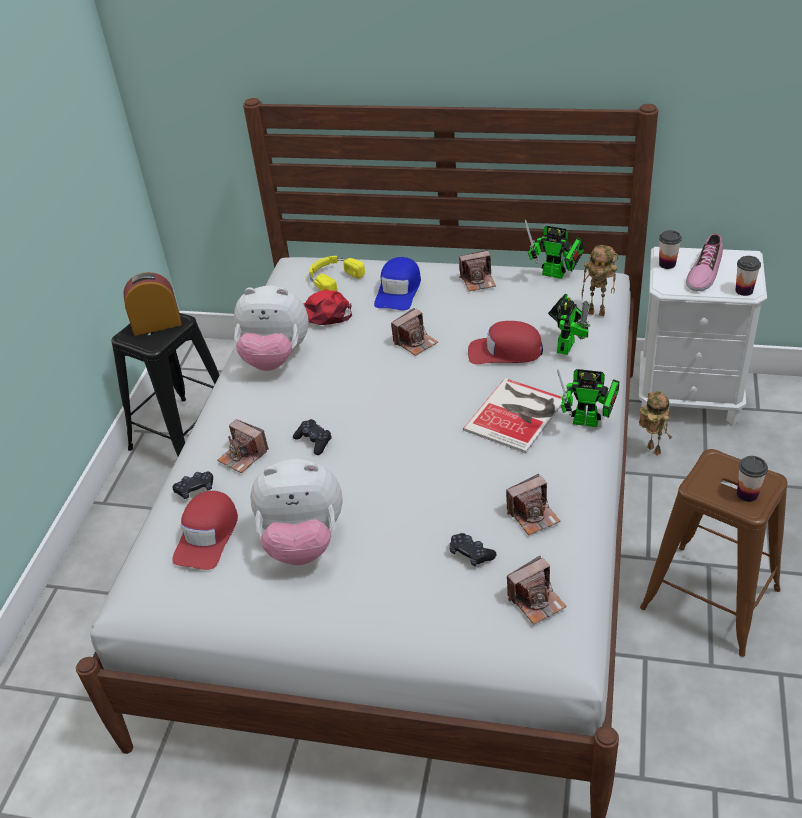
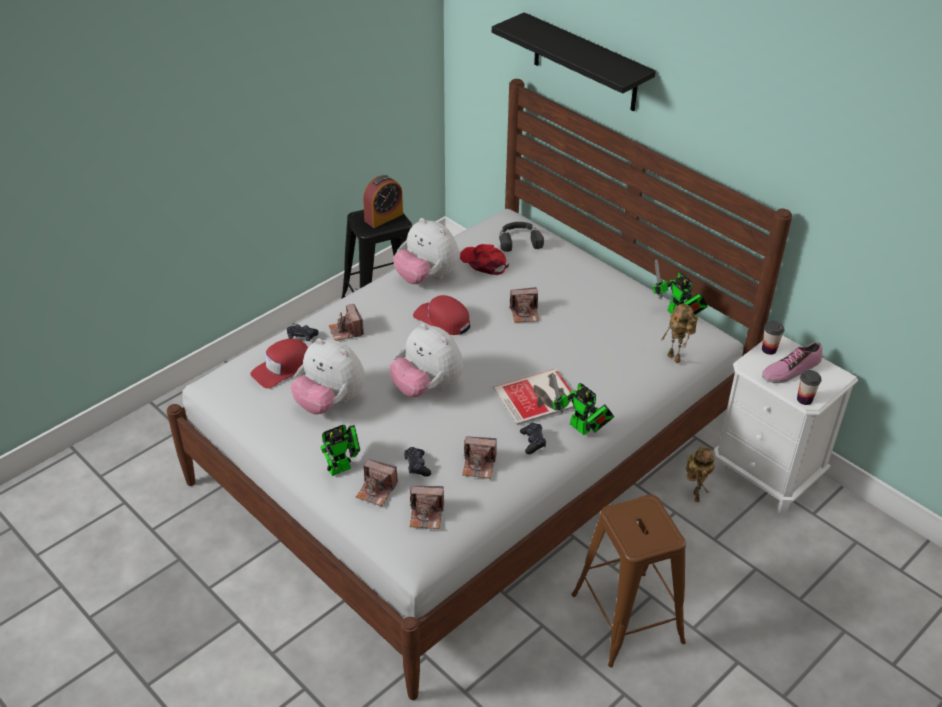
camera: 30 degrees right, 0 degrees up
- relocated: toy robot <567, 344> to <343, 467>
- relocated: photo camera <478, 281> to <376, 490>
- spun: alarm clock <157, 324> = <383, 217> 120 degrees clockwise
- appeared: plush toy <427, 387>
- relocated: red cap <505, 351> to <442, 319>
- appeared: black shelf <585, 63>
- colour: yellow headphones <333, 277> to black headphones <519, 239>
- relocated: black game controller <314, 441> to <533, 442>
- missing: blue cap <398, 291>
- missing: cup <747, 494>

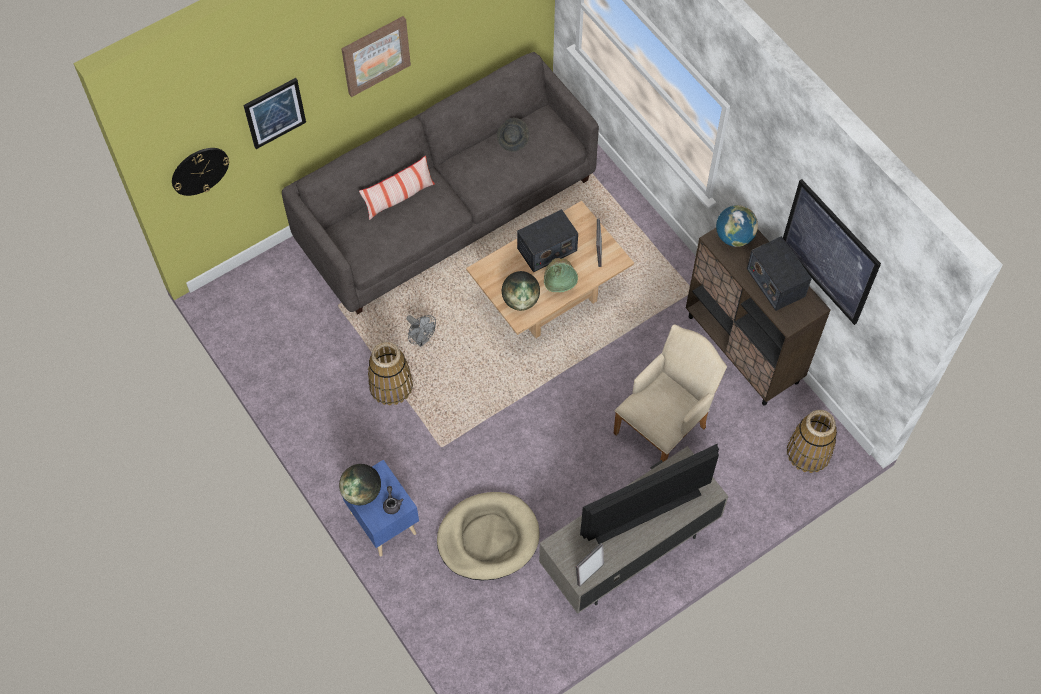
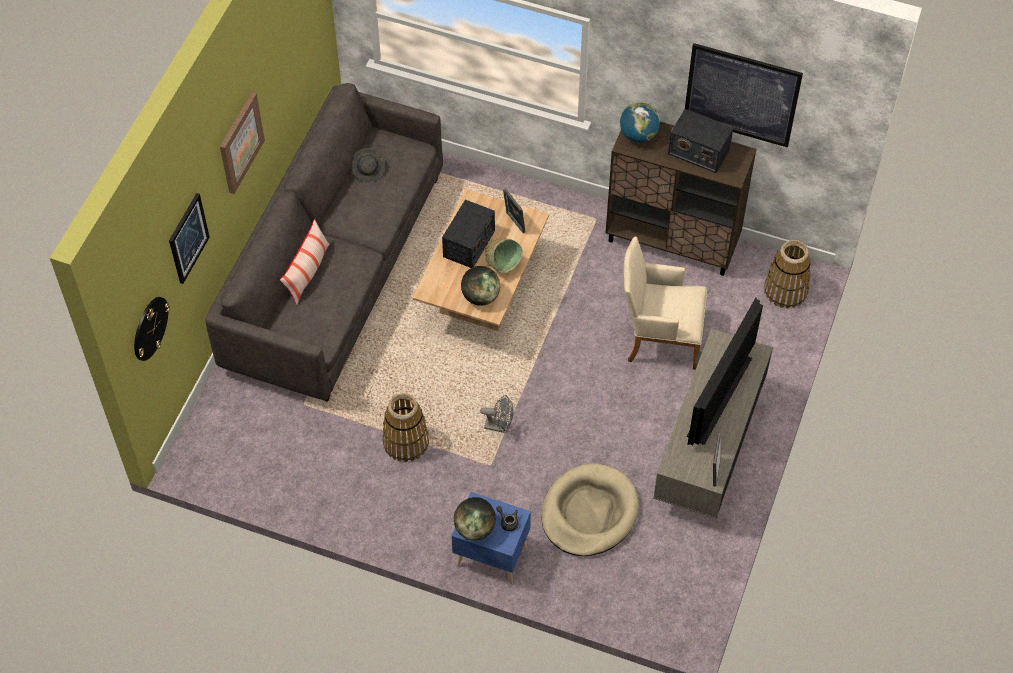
camera: 35 degrees left, 5 degrees down
- relocated: grey fan <421, 339> to <499, 426>
- spun: beige armchair <664, 426> = <659, 338> 90 degrees counterclockwise

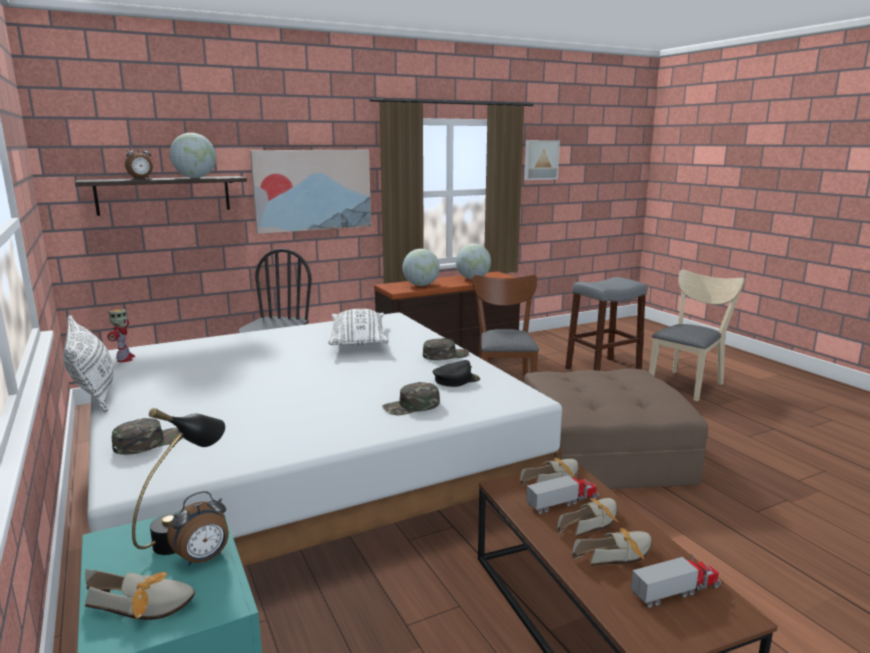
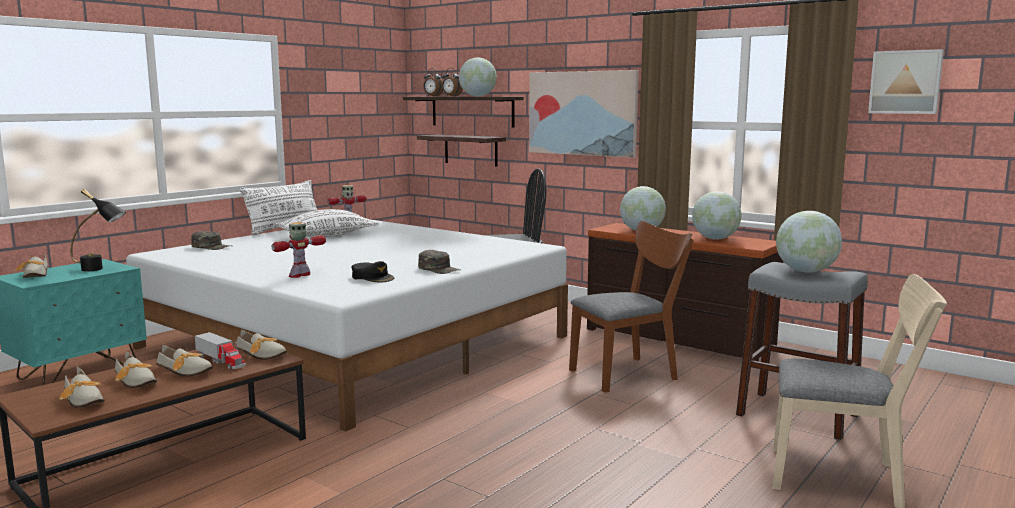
camera: 65 degrees right, 5 degrees down
- exchanged: toy truck <676, 591> to shoe <84, 400>
- exchanged: green cap <411, 406> to toy robot <300, 275>
- relocated: white pillow <358, 340> to <327, 236>
- appeared: shelf <470, 150>
- relocated: alarm clock <203, 559> to <433, 96>
- appeared: globe <806, 271>
- missing: brown ottoman <604, 452>

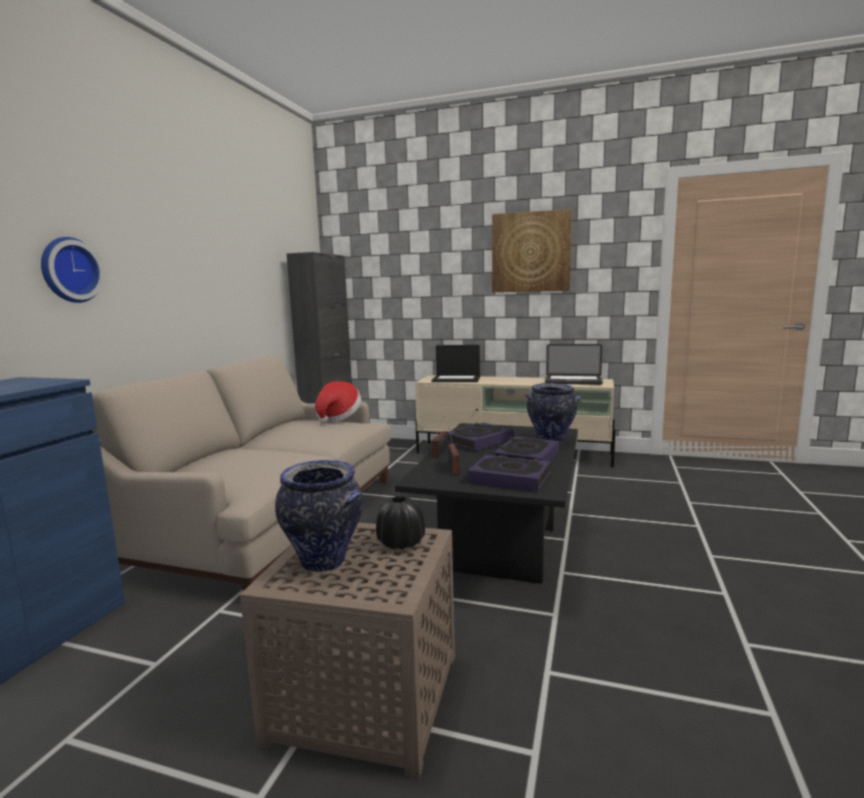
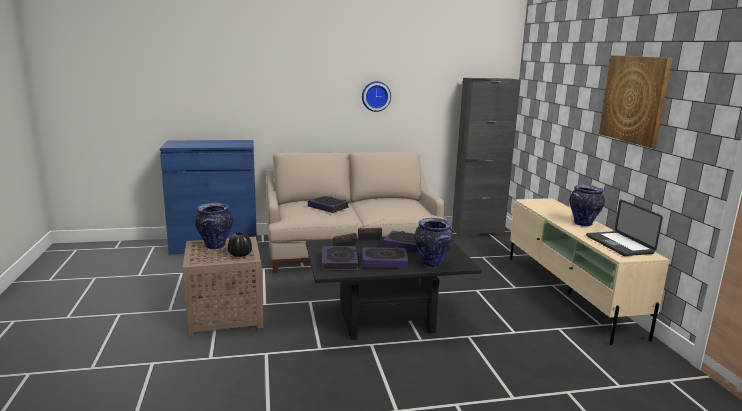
camera: 60 degrees right, 5 degrees up
- appeared: book <328, 207>
- relocated: wall clock <69, 270> to <375, 96>
- appeared: vase <583, 224>
- missing: hat <337, 418>
- missing: laptop <457, 379>

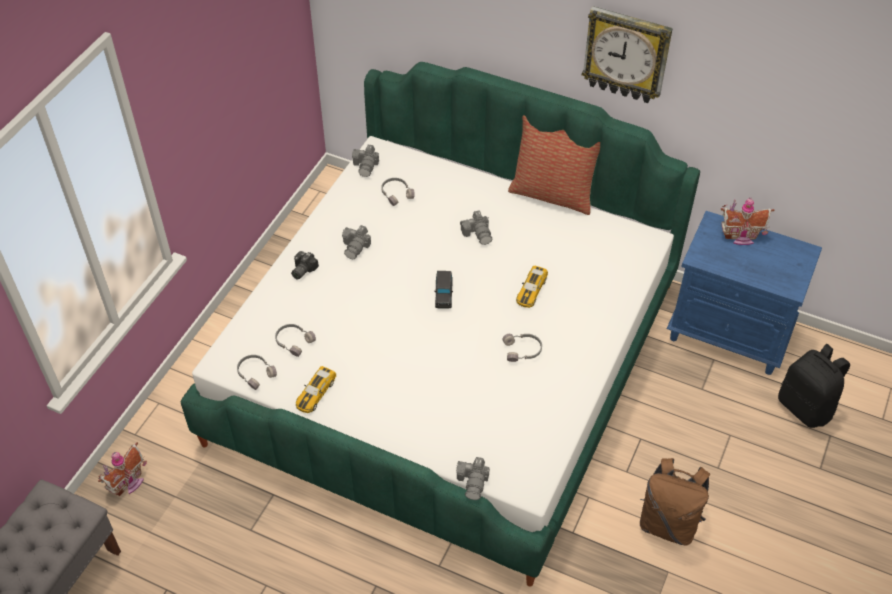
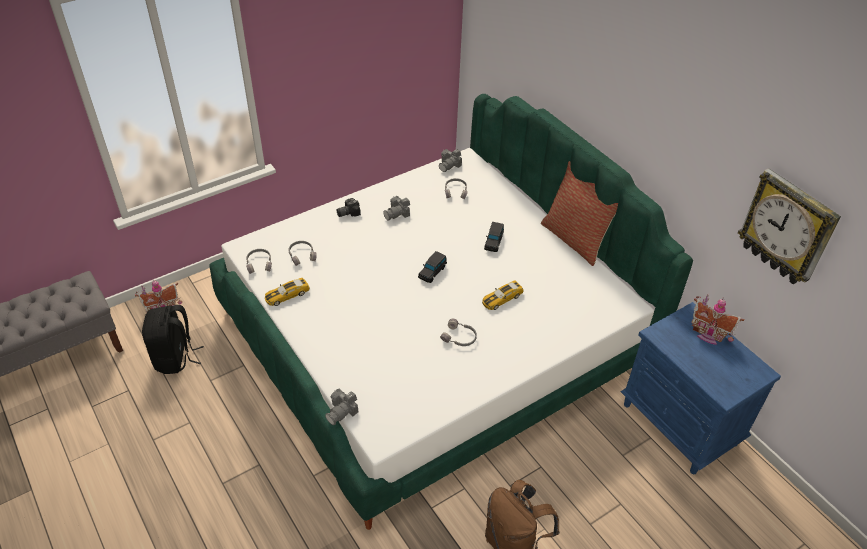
camera: 30 degrees right, 5 degrees down
- relocated: black backpack <806, 407> to <175, 358>
- exchanged: photo camera <478, 233> to black toy car <493, 242>
- relocated: wall clock <626, 55> to <787, 228>

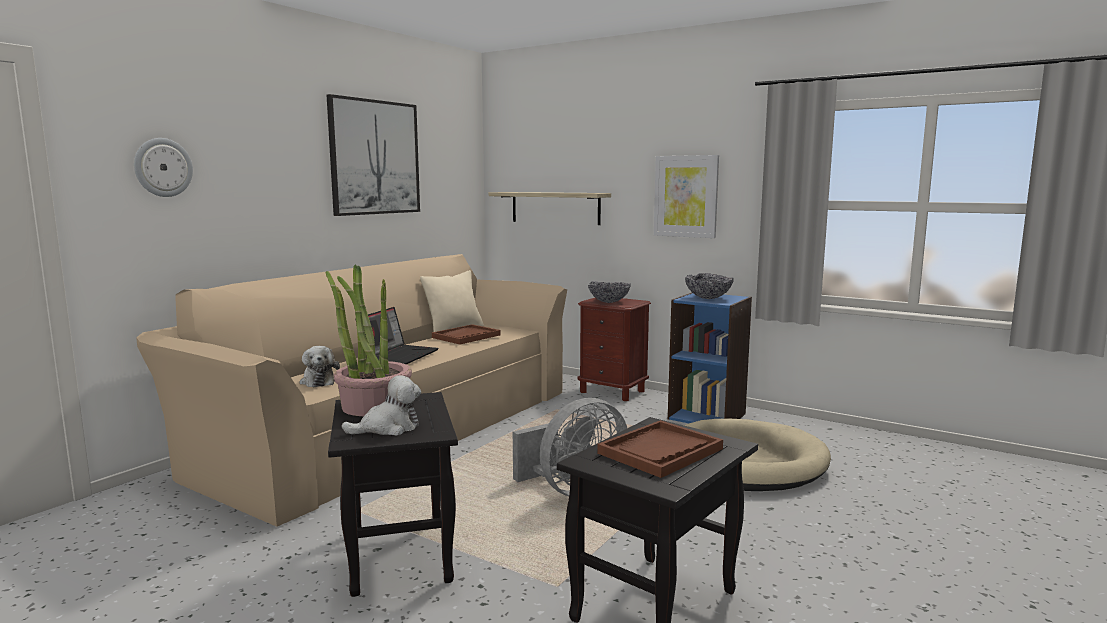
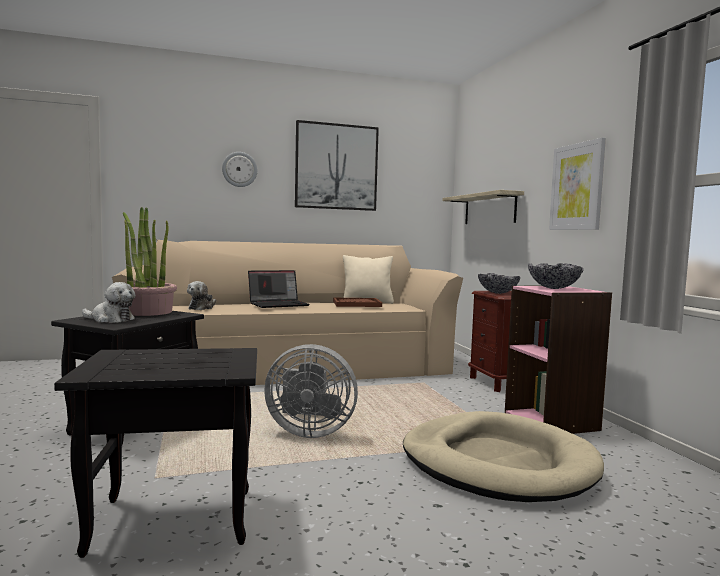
camera: 40 degrees right, 5 degrees down
- relocated: wall clock <163, 167> to <239, 169>
- colour: blue bookcase <707, 416> to pink bookcase <552, 421>
- missing: brown tray <660, 451>

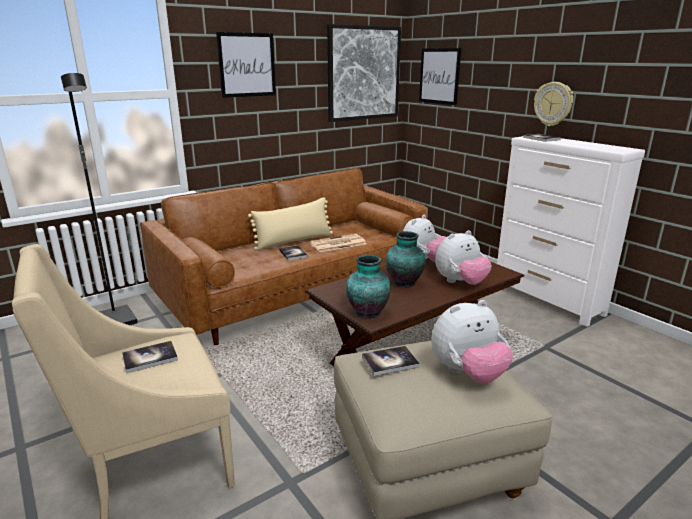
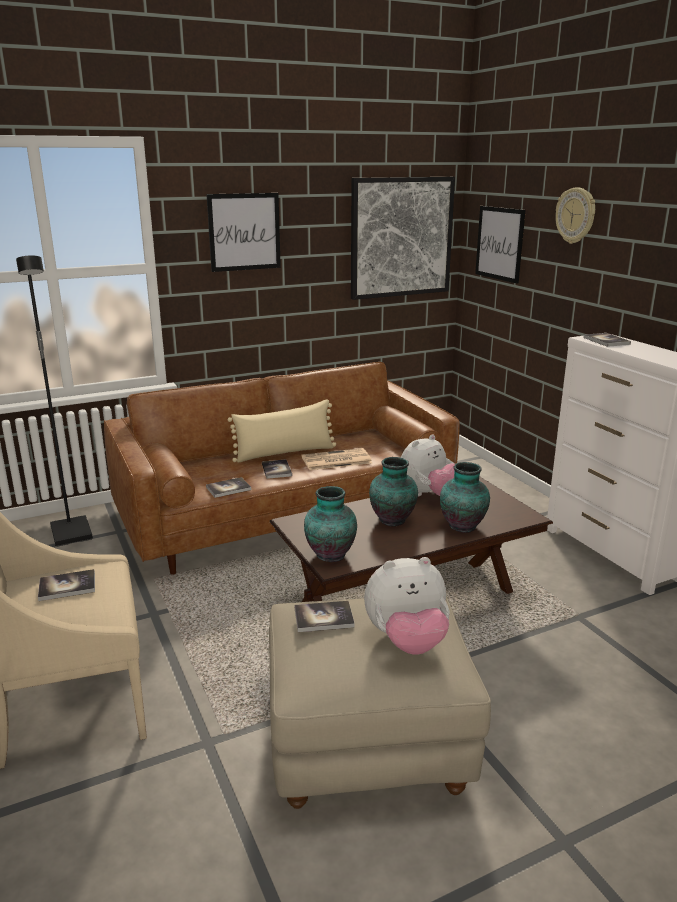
camera: 10 degrees right, 0 degrees up
- appeared: book <228, 488>
- exchanged: plush toy <460, 282> to vase <463, 525>
- relocated: wall clock <553, 104> to <576, 215>

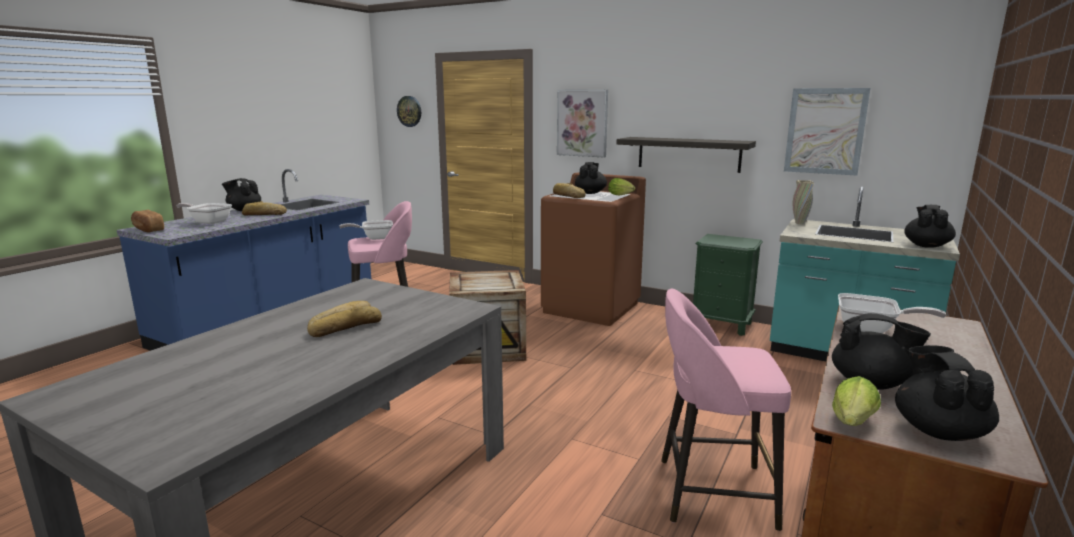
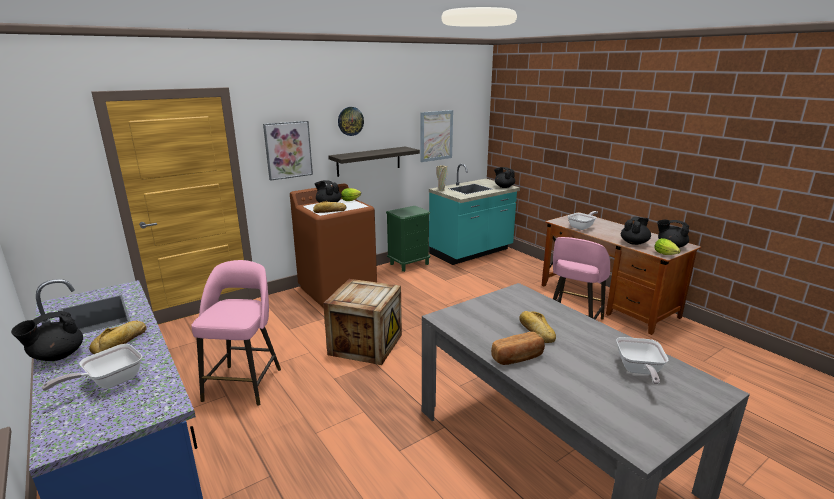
camera: 65 degrees left, 5 degrees up
- relocated: wall clock <409, 111> to <350, 121>
- relocated: bread <148, 229> to <518, 358>
- relocated: frying pan <374, 238> to <638, 371>

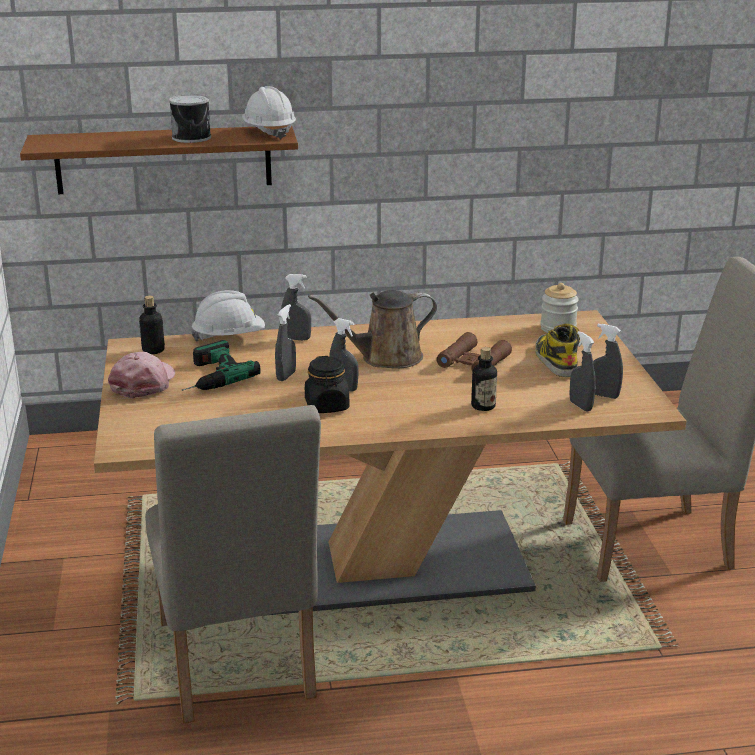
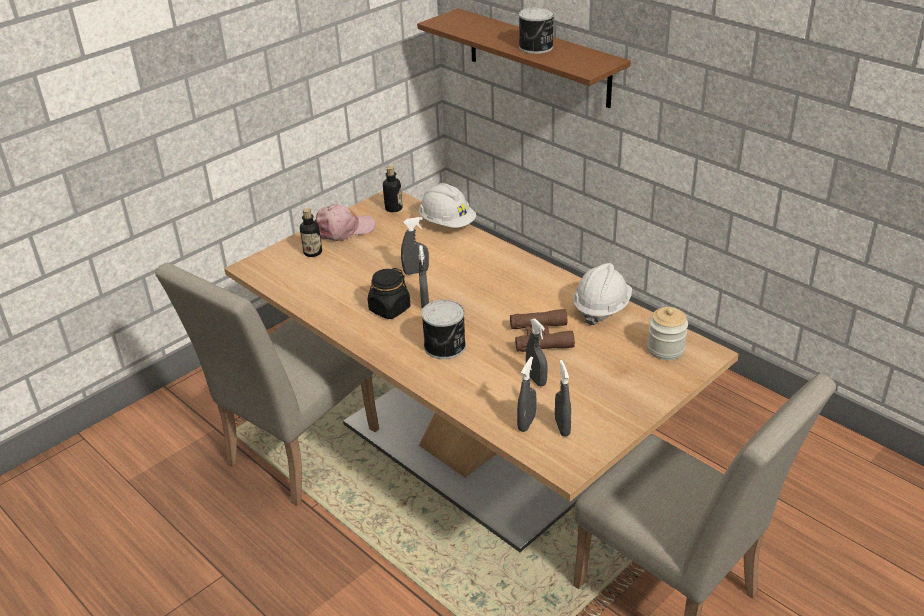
camera: 55 degrees right, 10 degrees up
- relocated: bottle <483, 406> to <313, 252>
- appeared: can <446, 346>
- relocated: grey spray bottle <296, 339> to <536, 379>
- relocated: white hard hat <269, 132> to <601, 308>
- missing: power drill <207, 377>
- missing: brown watering can <385, 358>
- missing: boot <555, 360>

